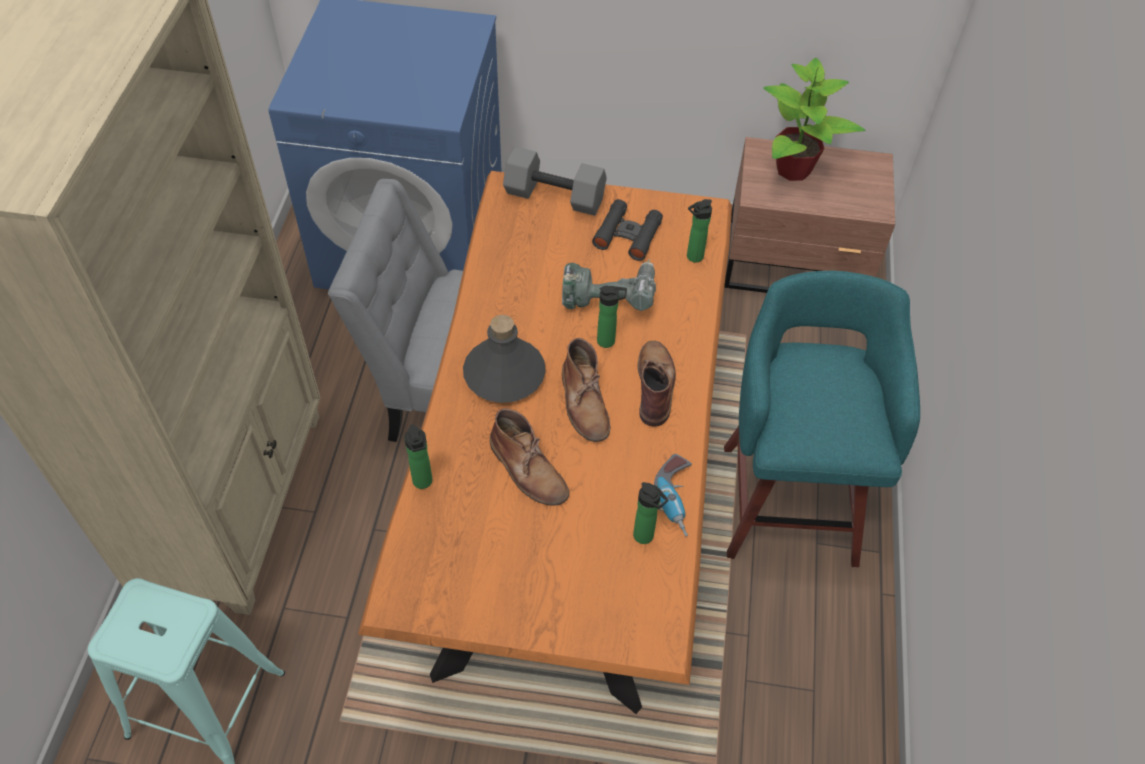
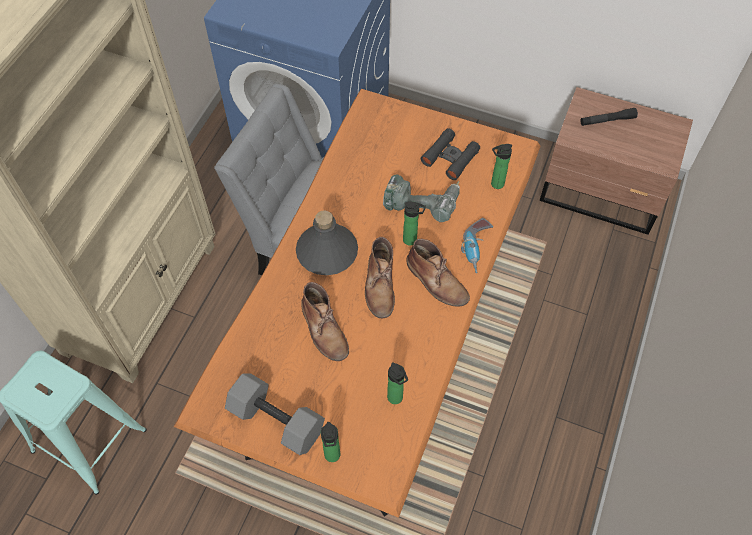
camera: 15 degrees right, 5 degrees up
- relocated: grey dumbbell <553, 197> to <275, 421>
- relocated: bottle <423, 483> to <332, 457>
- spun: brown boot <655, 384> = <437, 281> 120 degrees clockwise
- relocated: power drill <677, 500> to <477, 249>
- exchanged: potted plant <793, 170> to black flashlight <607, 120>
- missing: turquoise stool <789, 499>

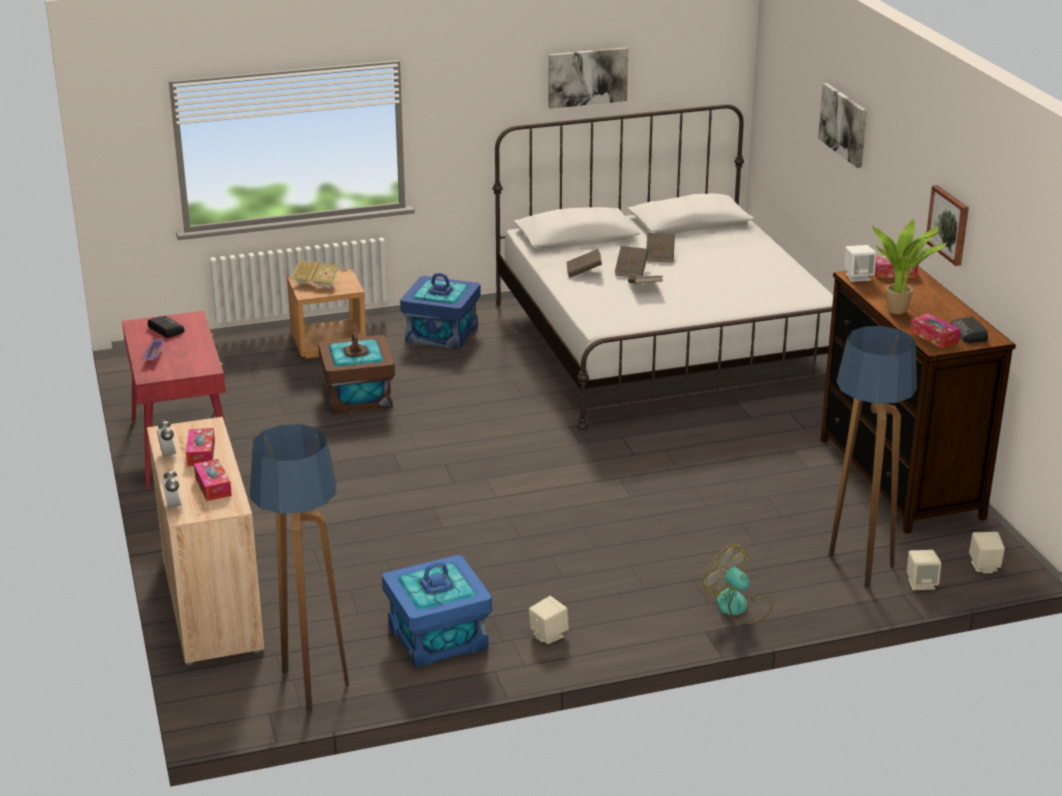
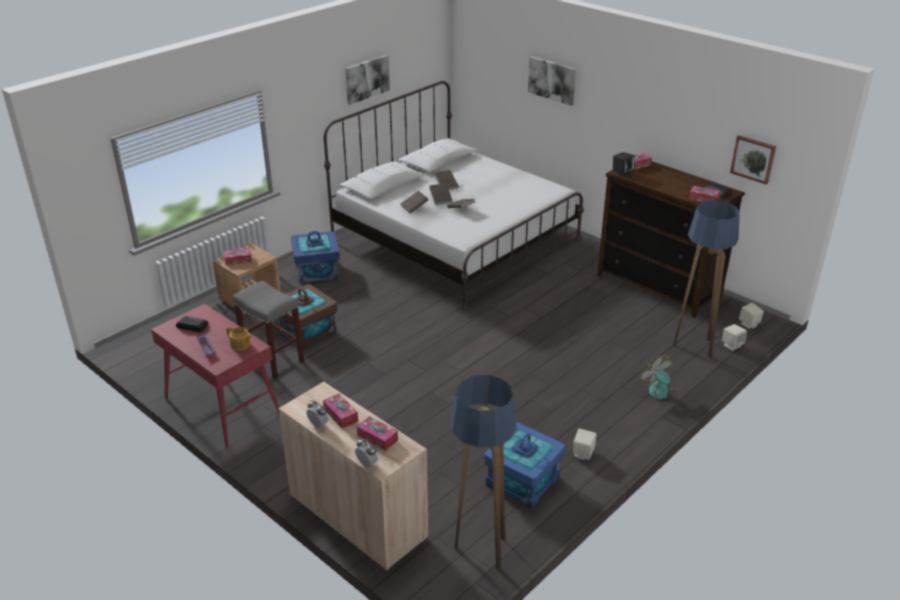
camera: 30 degrees left, 5 degrees up
- exchanged: book <316, 283> to tissue box <238, 260>
- appeared: teapot <240, 345>
- appeared: grey stool <274, 360>
- colour: white speaker <858, 277> to black speaker <622, 172>
- spun: fan <739, 607> = <662, 394> 45 degrees clockwise
- relocated: picture <949, 224> to <753, 159>
- missing: potted plant <899, 310>

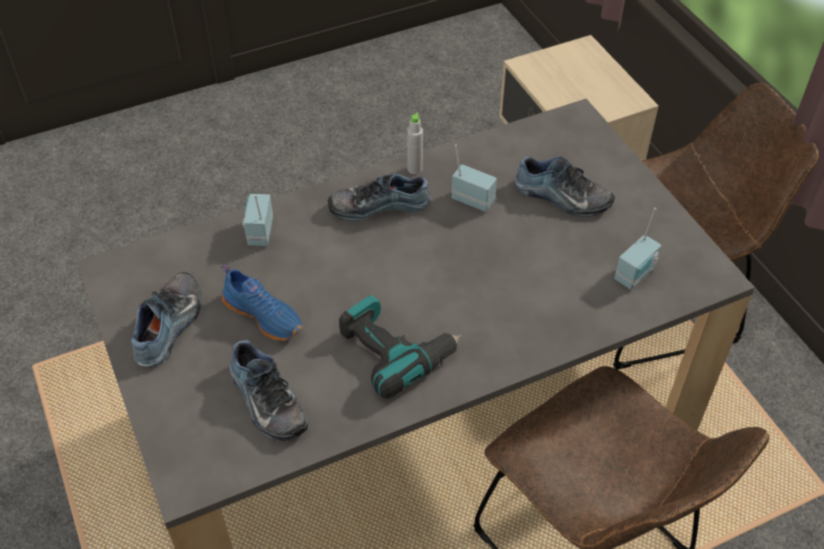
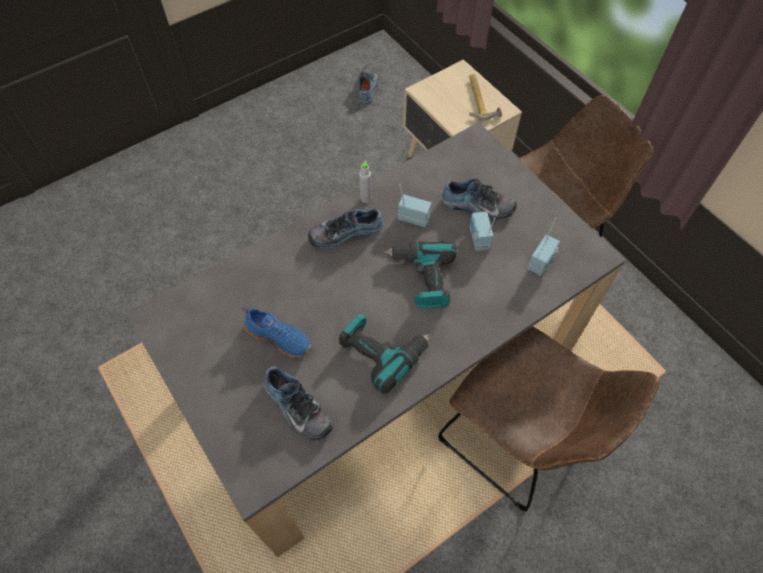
camera: 10 degrees left, 10 degrees up
- relocated: shoe <171, 325> to <368, 87>
- appeared: power drill <422, 278>
- appeared: hammer <480, 100>
- relocated: radio <259, 232> to <478, 239>

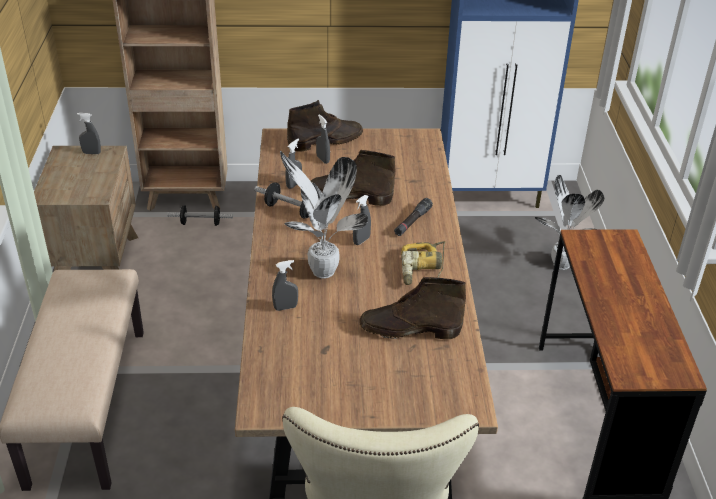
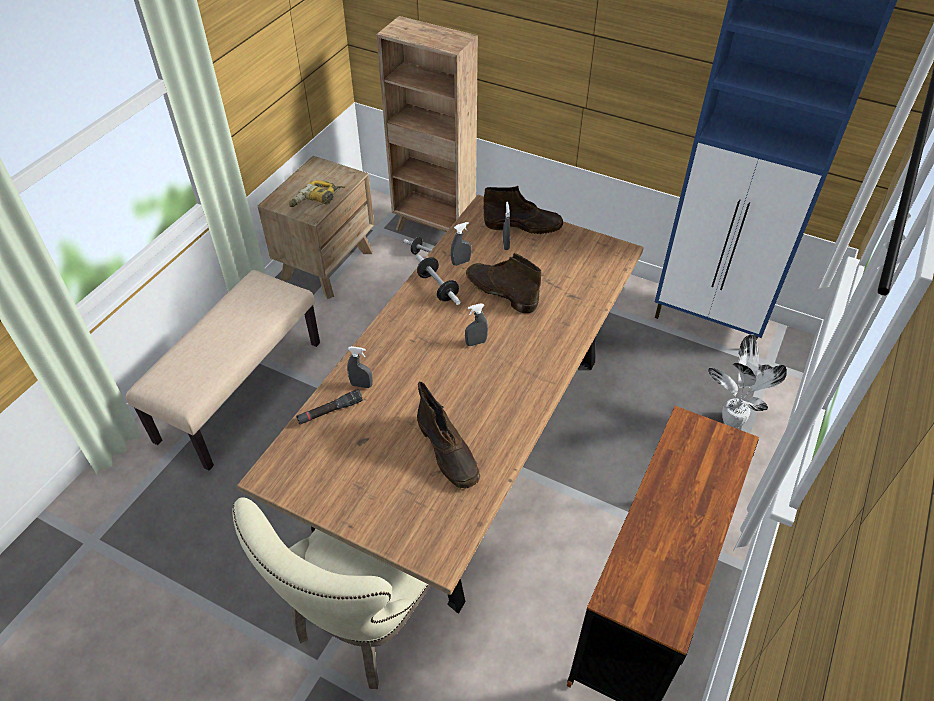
camera: 30 degrees right, 10 degrees up
- relocated: power drill <423, 268> to <317, 200>
- relocated: black flashlight <412, 222> to <330, 411>
- spun: brown boot <409, 329> = <448, 452> 150 degrees counterclockwise
- missing: grey spray bottle <91, 153>
- missing: potted plant <320, 271>

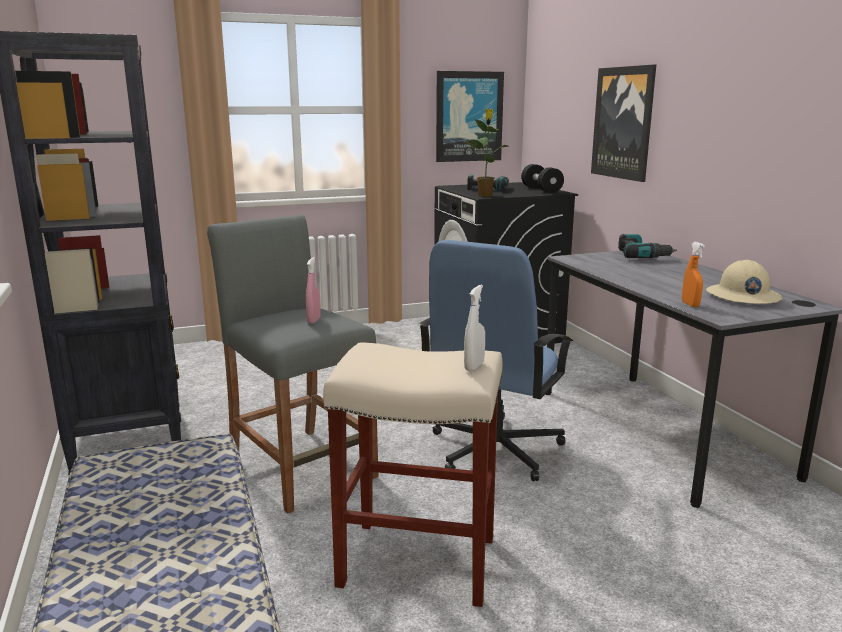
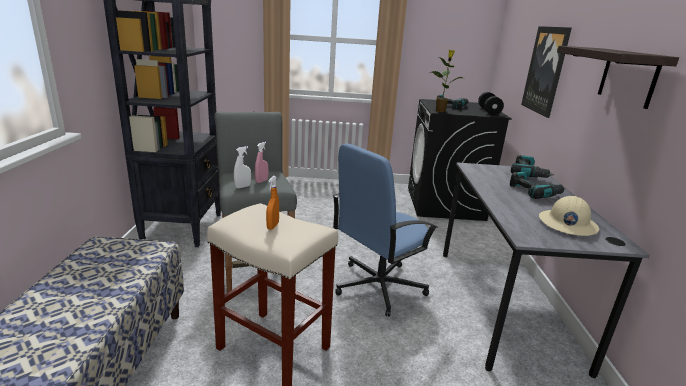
camera: 20 degrees right, 5 degrees up
- relocated: white spray bottle <474, 366> to <243, 187>
- relocated: orange spray bottle <690, 304> to <273, 226>
- appeared: power drill <534, 192>
- appeared: shelf <628, 77>
- missing: picture <468, 116>

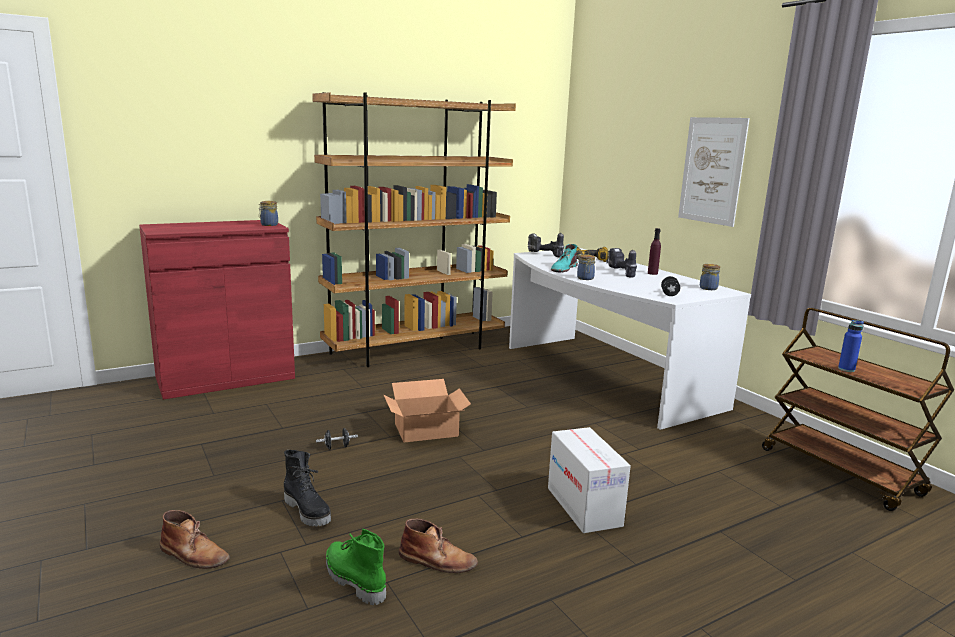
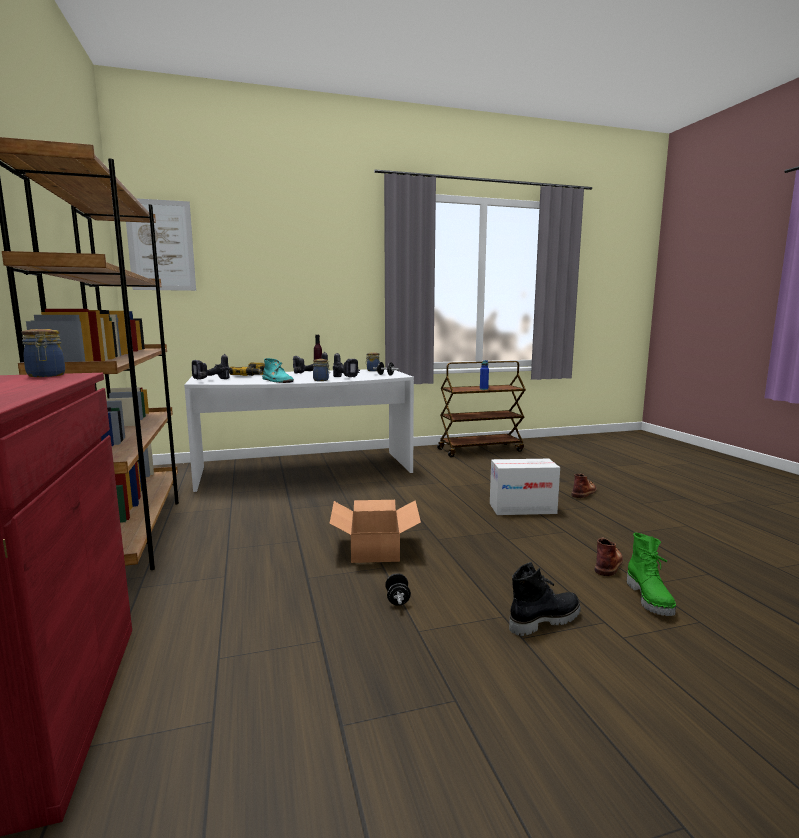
camera: 75 degrees left, 5 degrees down
- relocated: picture <712, 170> to <161, 245>
- appeared: power drill <346, 378>
- relocated: brown boot <194, 554> to <584, 492>
- spun: green boot <353, 580> = <650, 599> 60 degrees counterclockwise

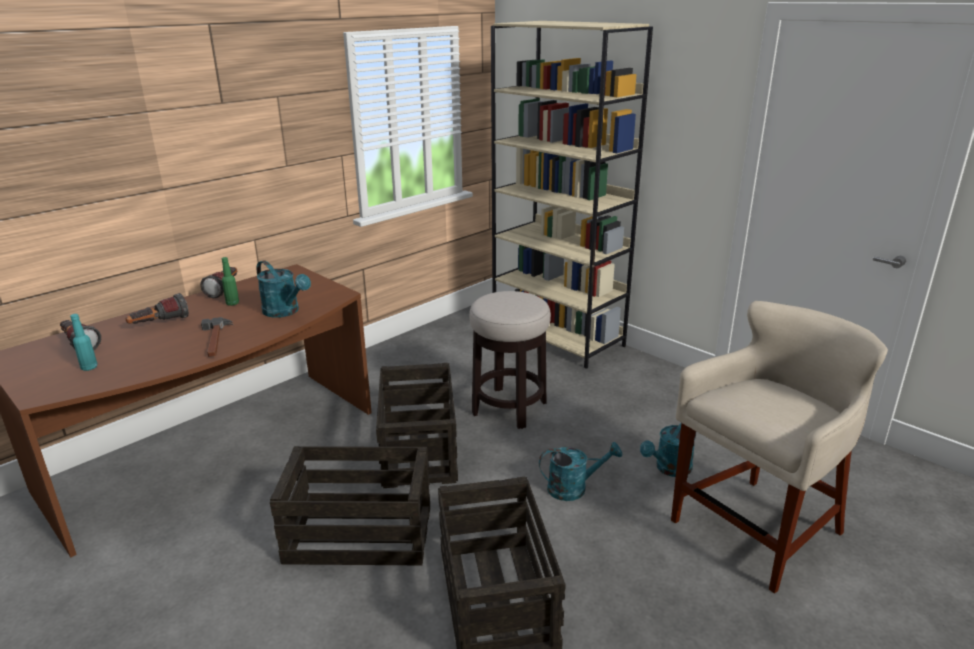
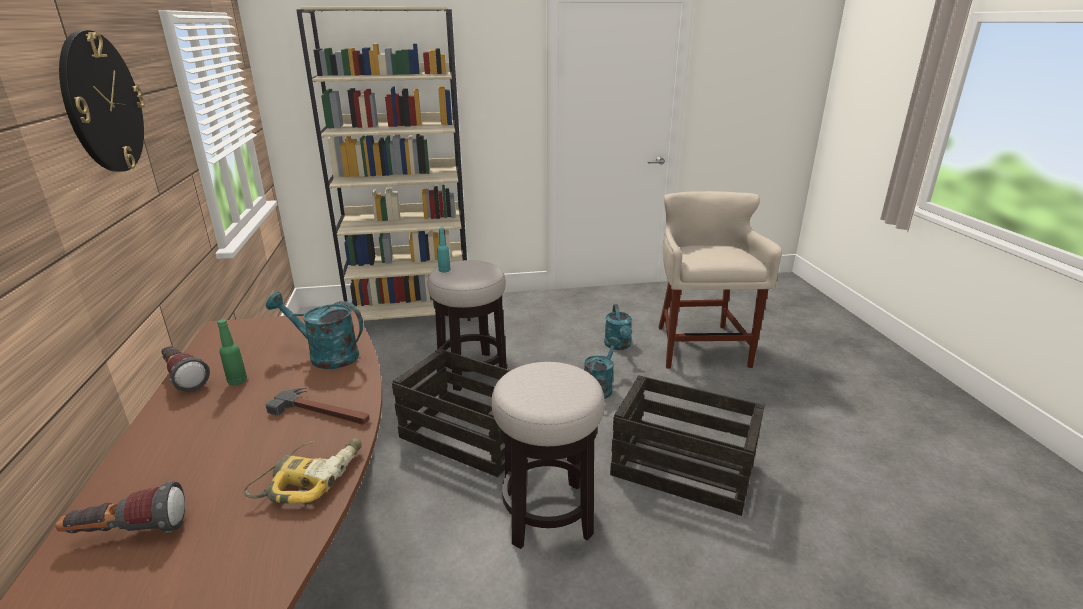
camera: 55 degrees left, 0 degrees up
- appeared: wall clock <102, 103>
- appeared: power drill <311, 476>
- spun: turquoise watering can <285, 312> = <326, 356> 150 degrees counterclockwise
- relocated: turquoise bottle <89, 367> to <444, 270>
- exchanged: crate <361, 534> to stool <547, 514>
- missing: flashlight <159, 324>

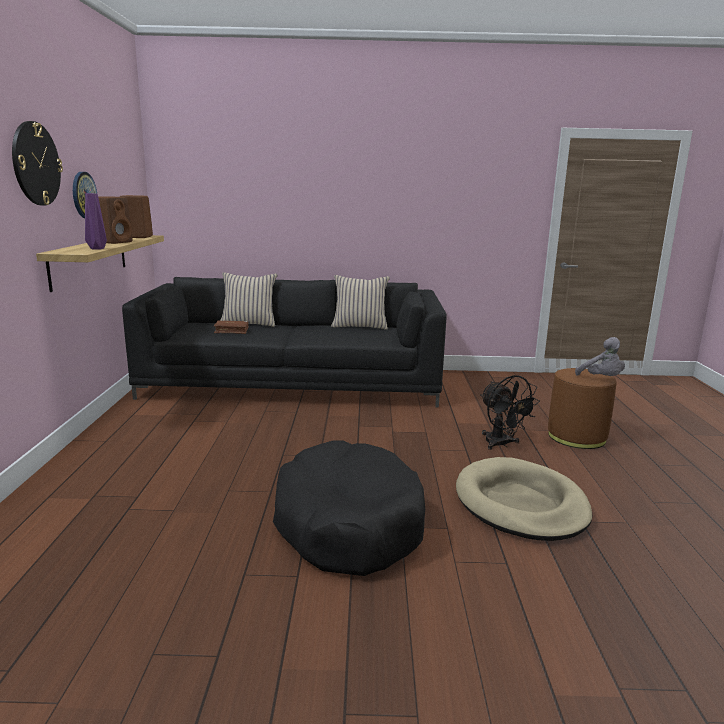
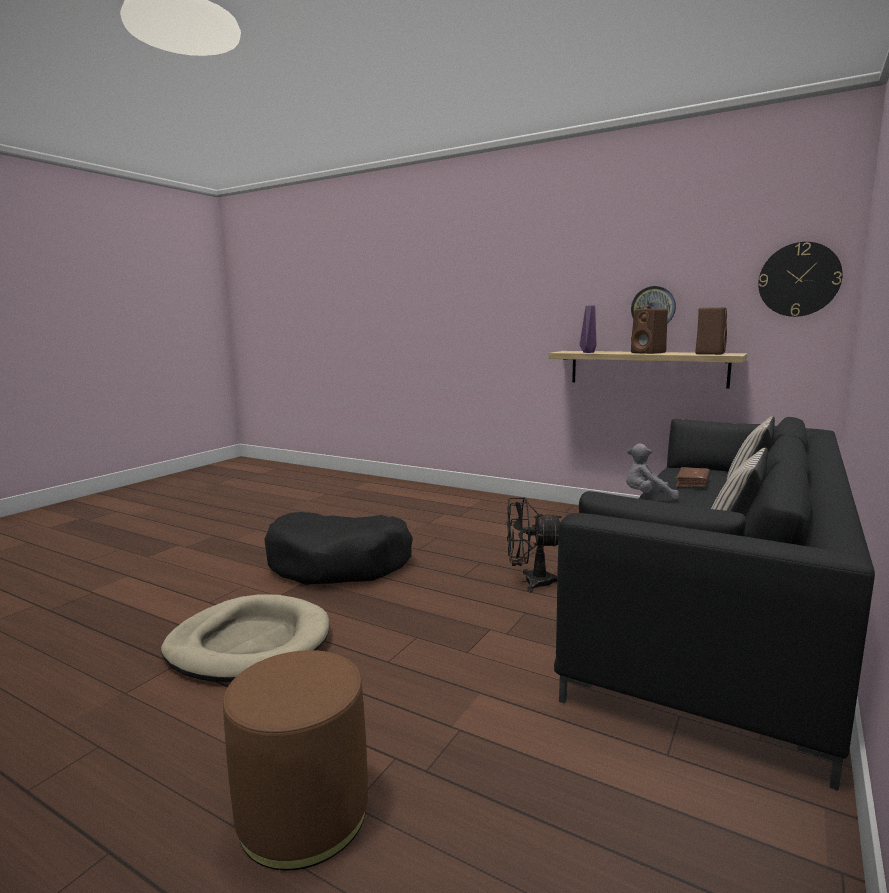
camera: 120 degrees right, 5 degrees down
- relocated: black fan <501, 444> to <530, 582>
- relocated: grey plush toy <601, 379> to <647, 496>
- relocated: wall clock <36, 164> to <799, 279>

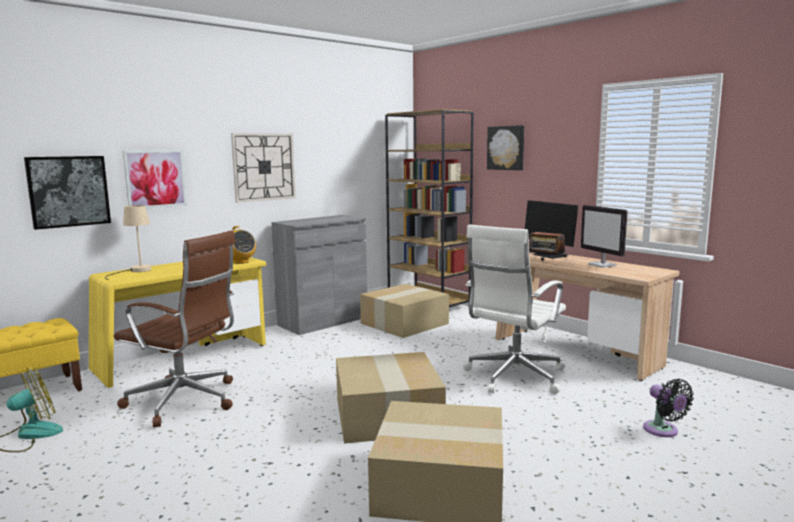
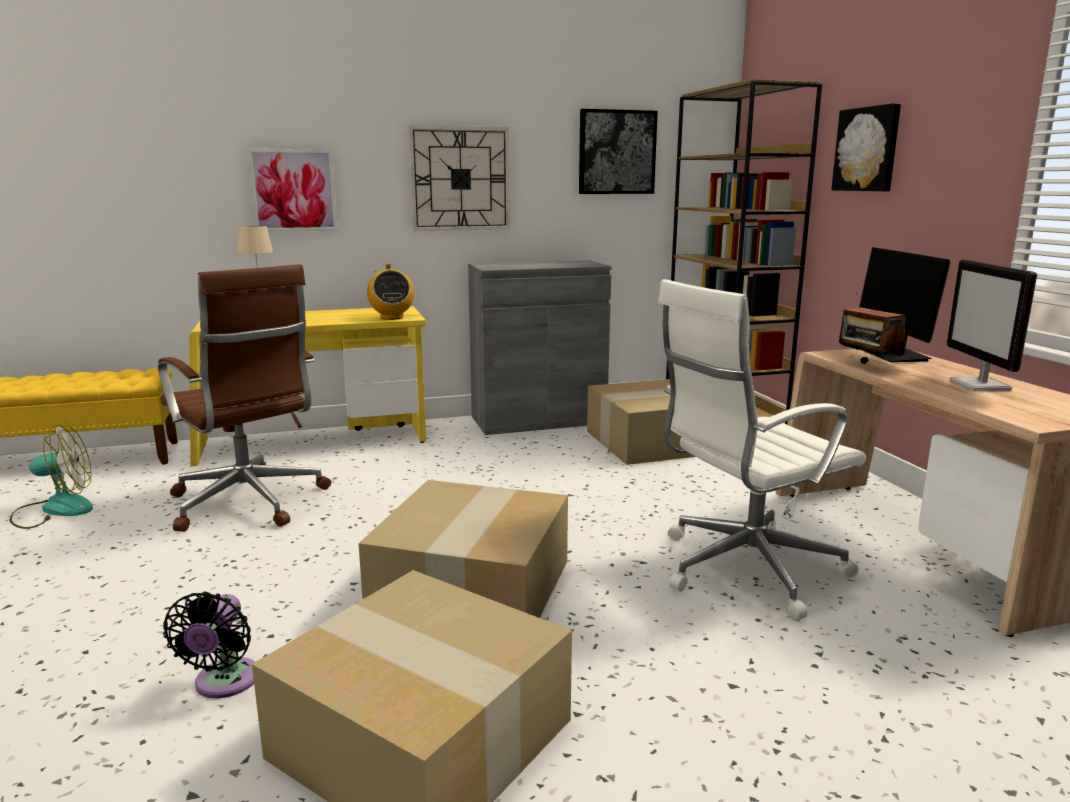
camera: 25 degrees right, 5 degrees up
- relocated: black fan <663, 431> to <224, 683>
- relocated: picture <68, 191> to <616, 152>

